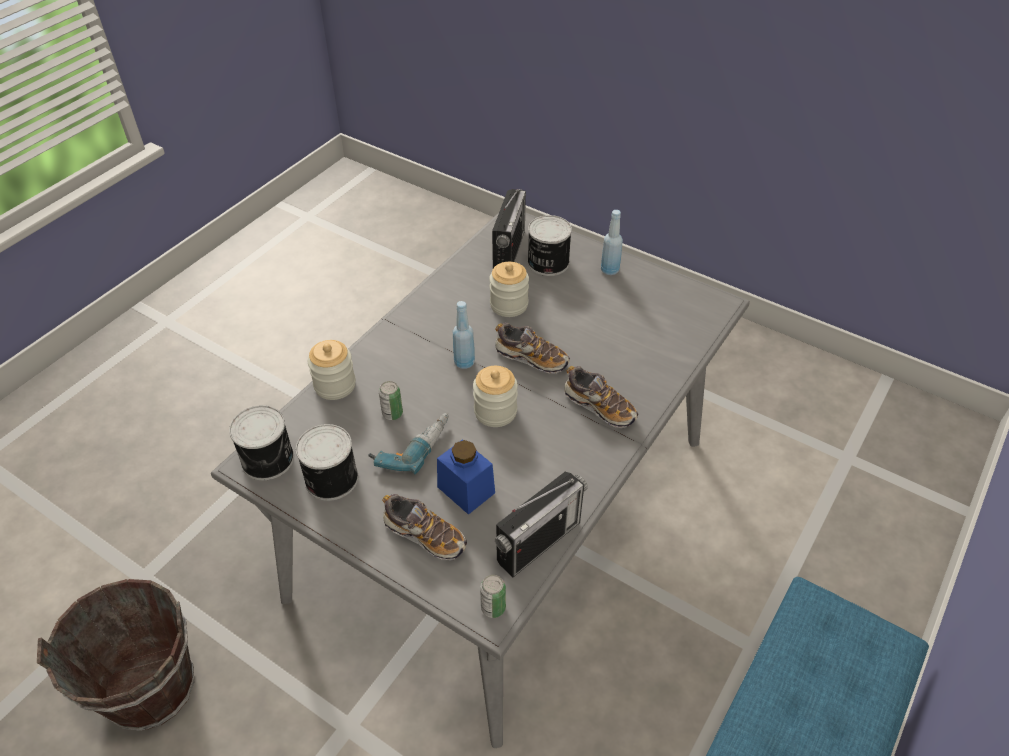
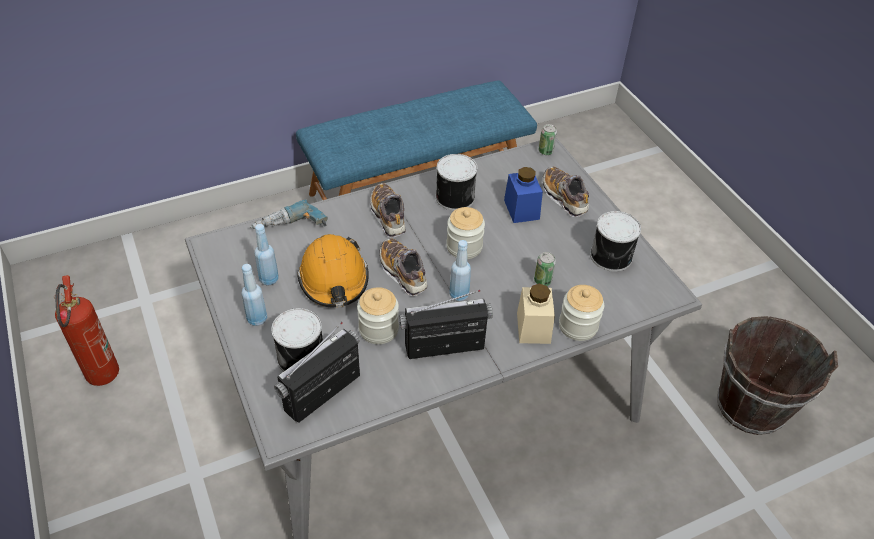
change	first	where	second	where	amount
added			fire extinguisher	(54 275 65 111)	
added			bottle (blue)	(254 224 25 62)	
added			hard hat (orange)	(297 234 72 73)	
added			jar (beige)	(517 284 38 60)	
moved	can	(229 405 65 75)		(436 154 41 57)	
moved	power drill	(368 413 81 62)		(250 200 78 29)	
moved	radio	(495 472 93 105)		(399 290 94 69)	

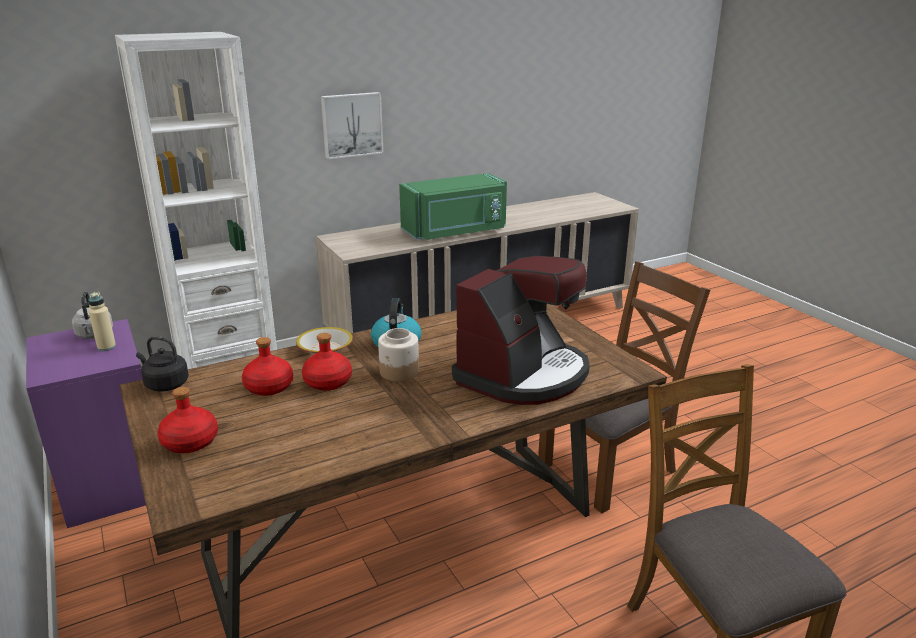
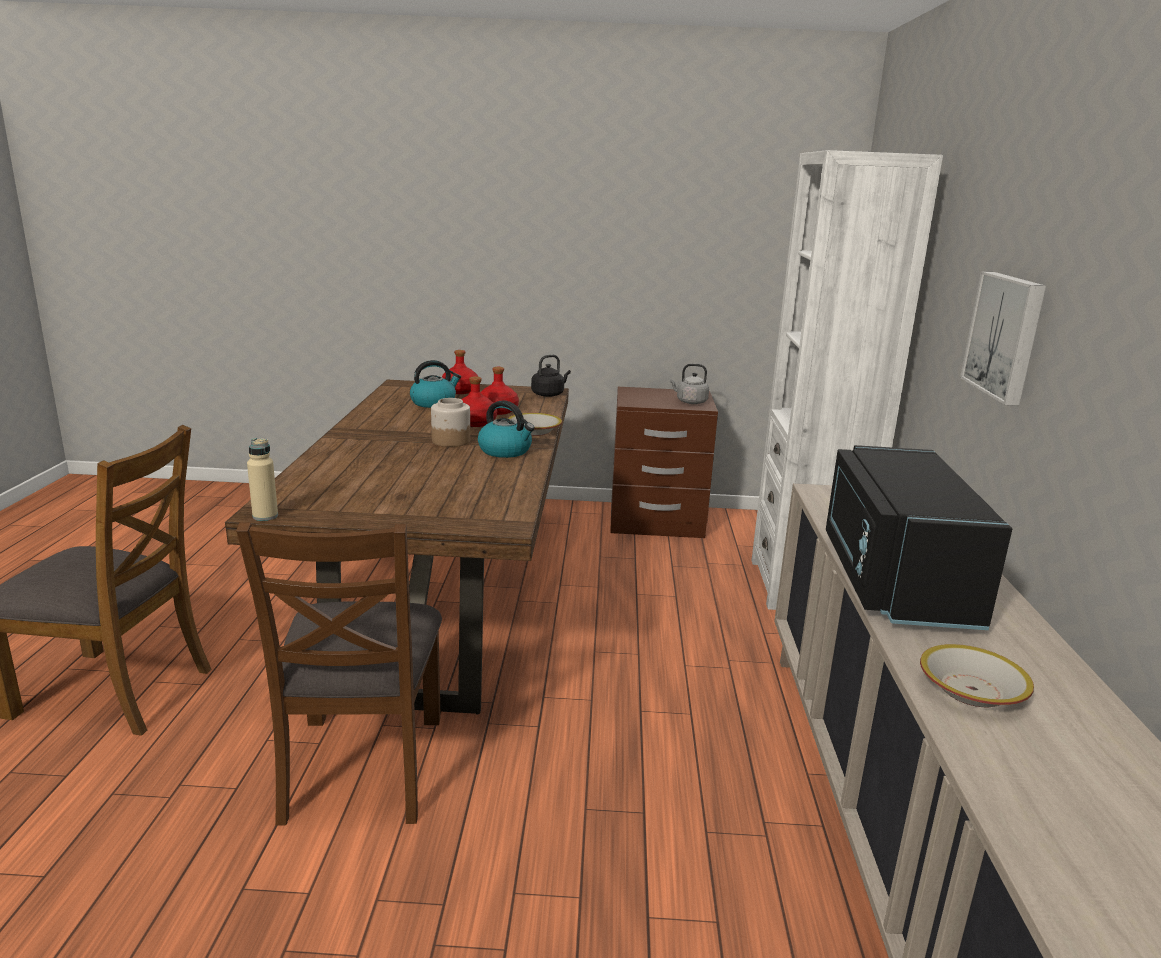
change	first	where	second	where	amount
removed	coffee machine	(452 256 138 149)			
added			kettle	(410 360 51 48)	
added			bowl	(920 644 114 63)	
moved	bottle (beige)	(88 292 28 59)		(247 438 31 83)	
recoloured	nightstand (purple)	(26 319 120 209)	nightstand (brown)	(610 387 108 151)	
recoloured	microwave (green)	(399 173 108 67)	microwave (black)	(826 445 186 185)	

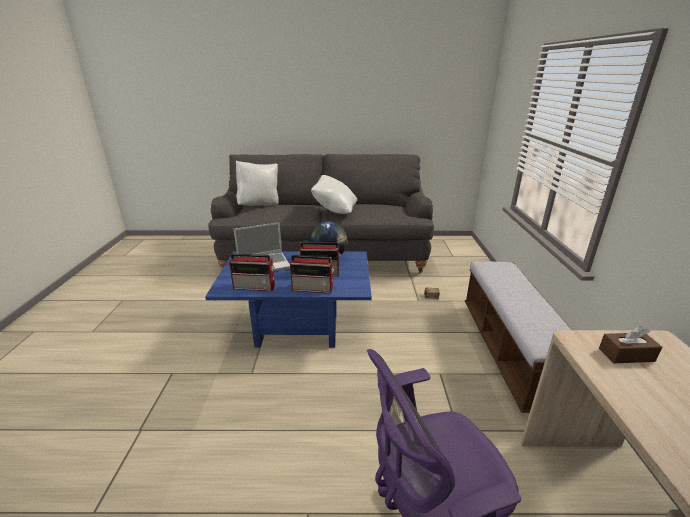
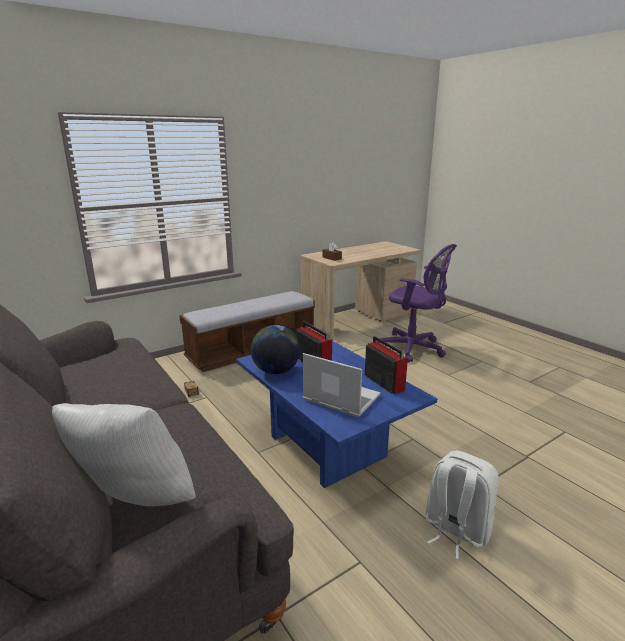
change	first	where	second	where	amount
removed	radio	(290 255 44 38)			
removed	pillow (white)	(311 175 46 39)			
added			backpack (white)	(425 451 74 108)	

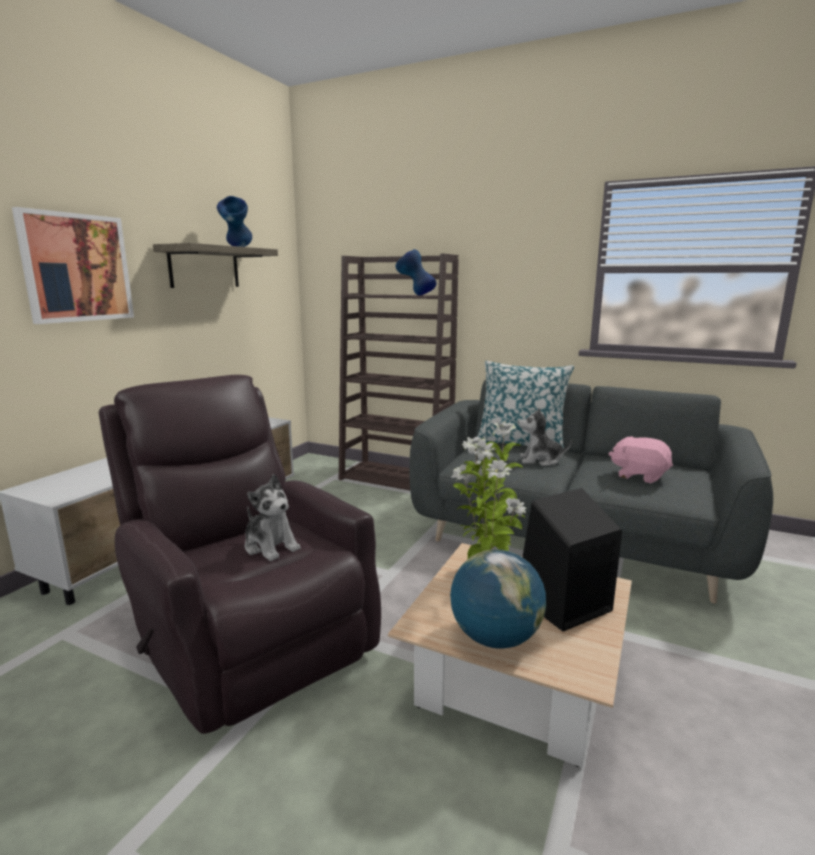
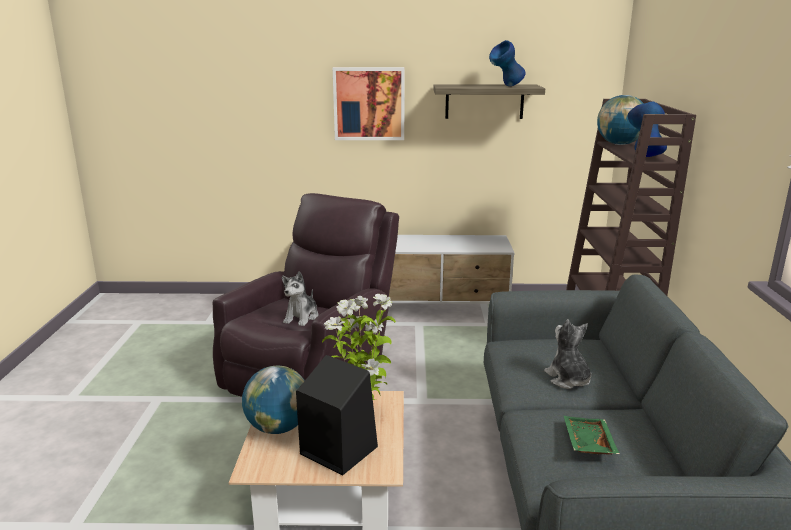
change	first	where	second	where	amount
removed	pillow	(477 361 97 87)			
added			globe	(597 95 47 50)	
replaced	plush toy (pink)	(609 436 64 47)	tray (green)	(564 416 56 39)	

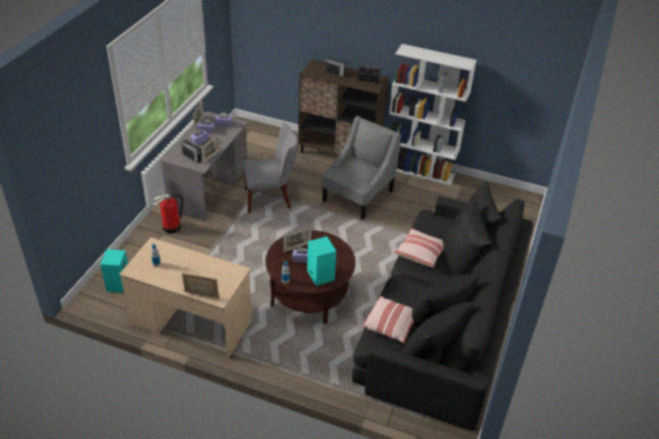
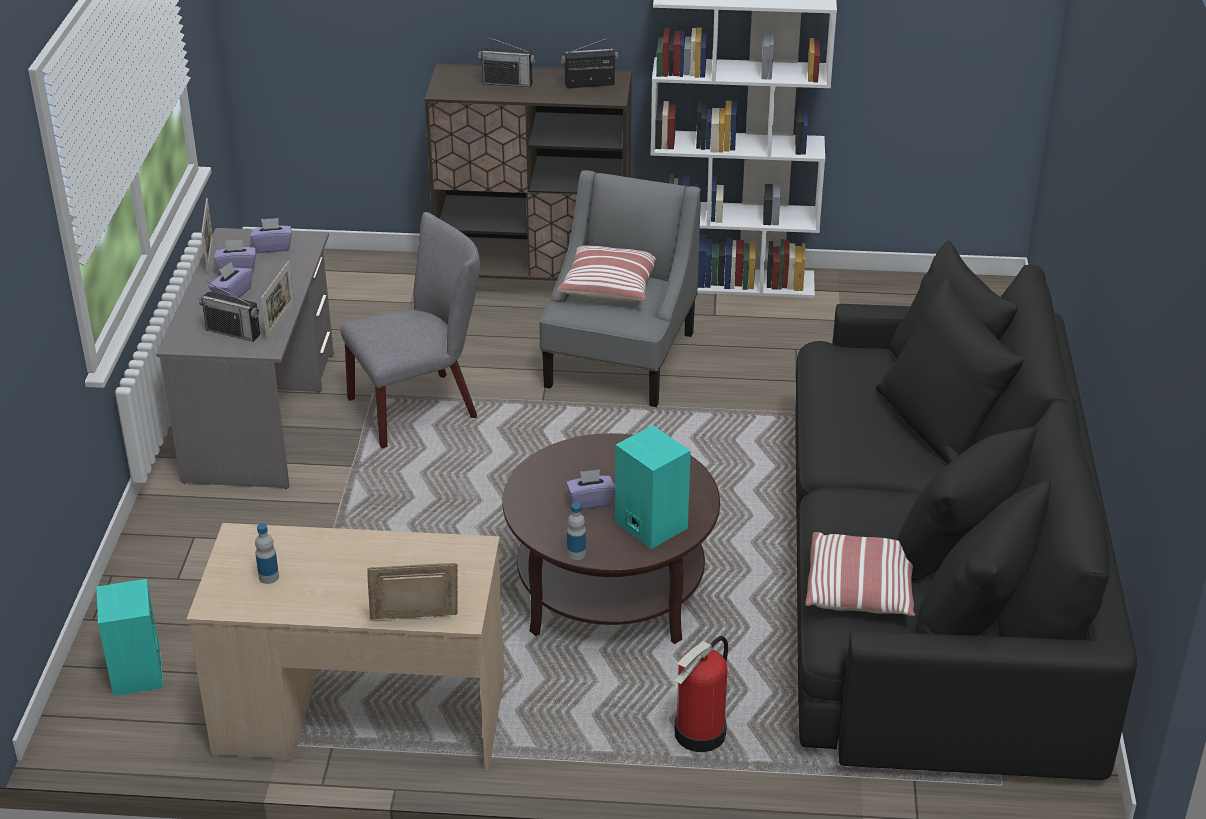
change	first	where	second	where	amount
removed	picture frame	(283 226 29 27)			
moved	fire extinguisher	(153 194 30 40)		(674 636 54 116)	
moved	pillow	(394 228 50 40)		(557 245 99 58)	

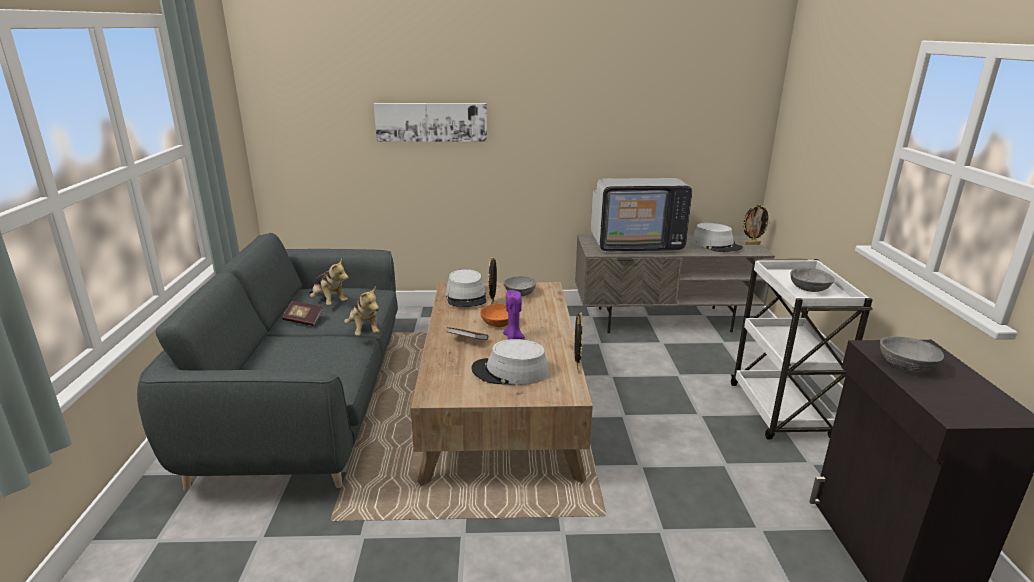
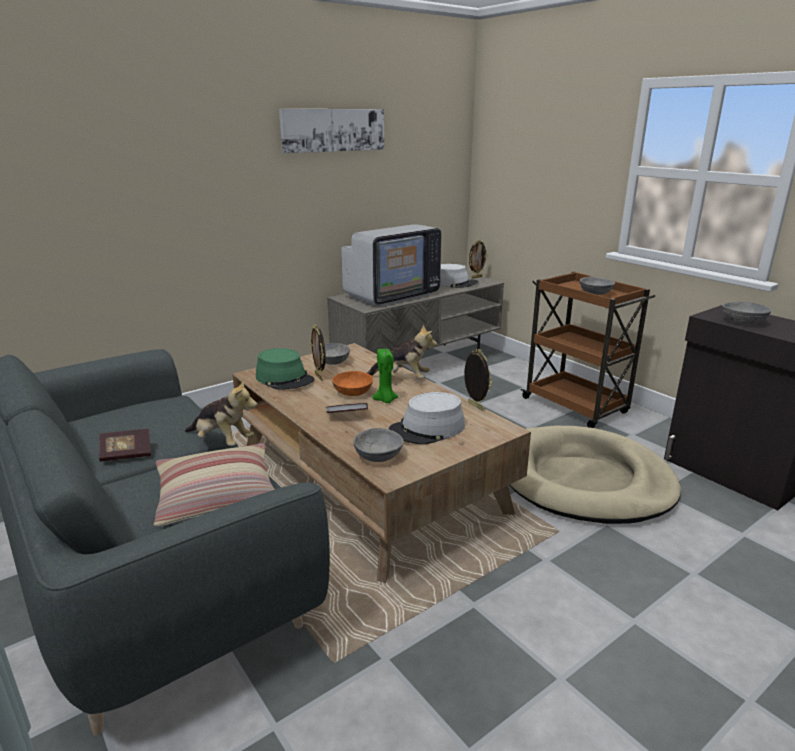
change	first	where	second	where	amount
added			pillow	(154 443 121 83)	
added			bowl (grey)	(353 428 51 34)	
added			dog bed (beige)	(509 426 172 98)	
moved	plush toy	(309 259 40 46)		(367 325 70 54)	
moved	picture	(374 103 113 39)		(279 109 105 44)	
recoloured	hat (grey)	(445 269 42 38)	hat (green)	(256 348 58 42)	
recoloured	candle (purple)	(503 290 22 50)	candle (green)	(372 349 27 54)	
recoloured	cart (white)	(731 259 142 181)	cart (brown)	(521 272 134 156)	

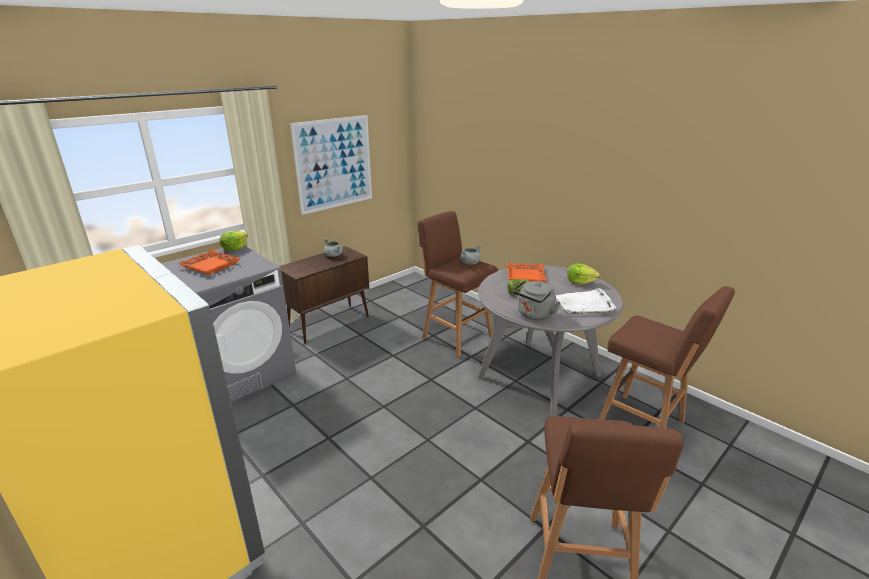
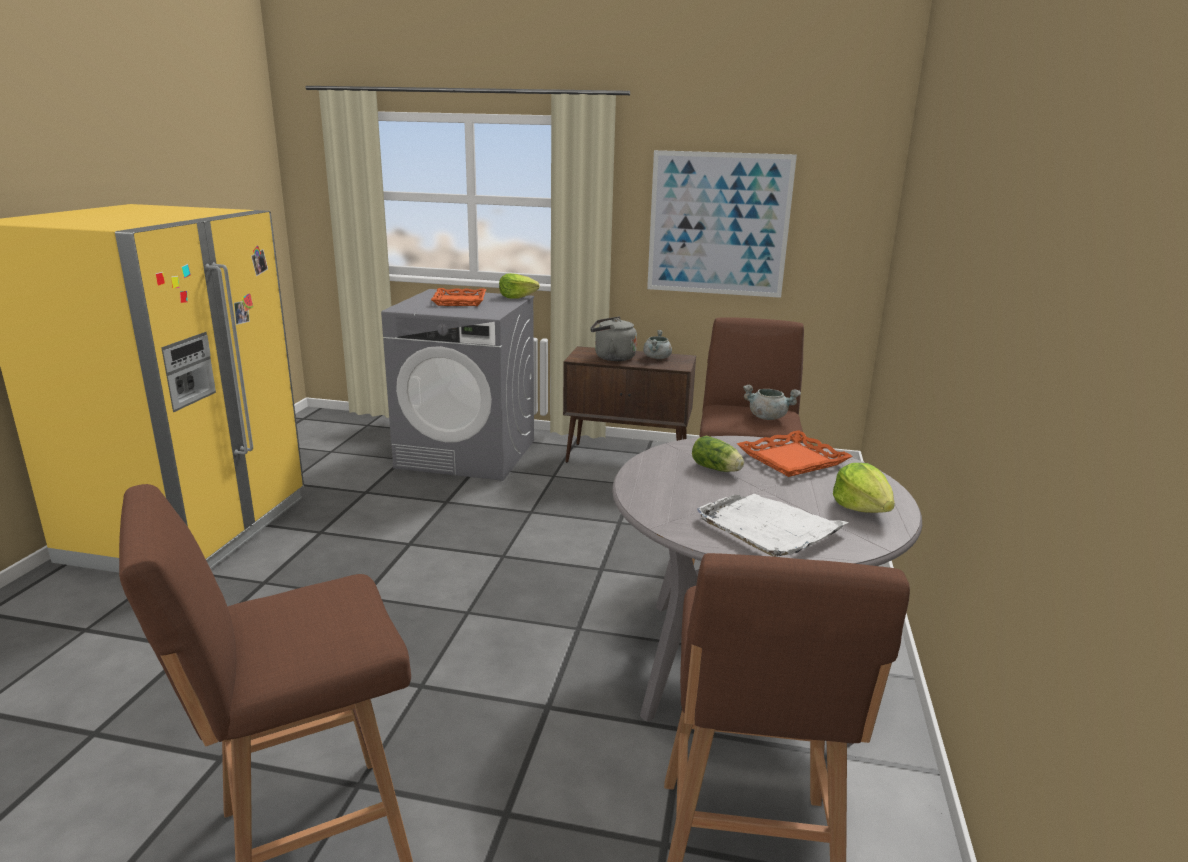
change	first	where	second	where	amount
moved	kettle (grey)	(513 280 48 40)		(590 317 47 44)	

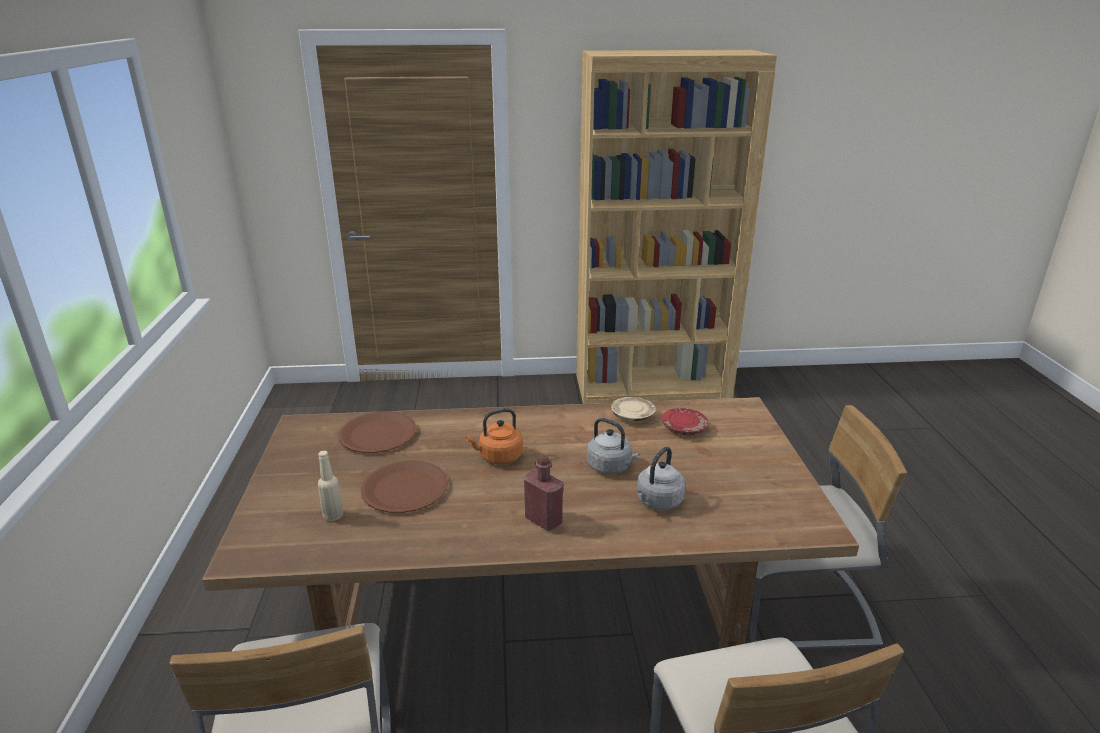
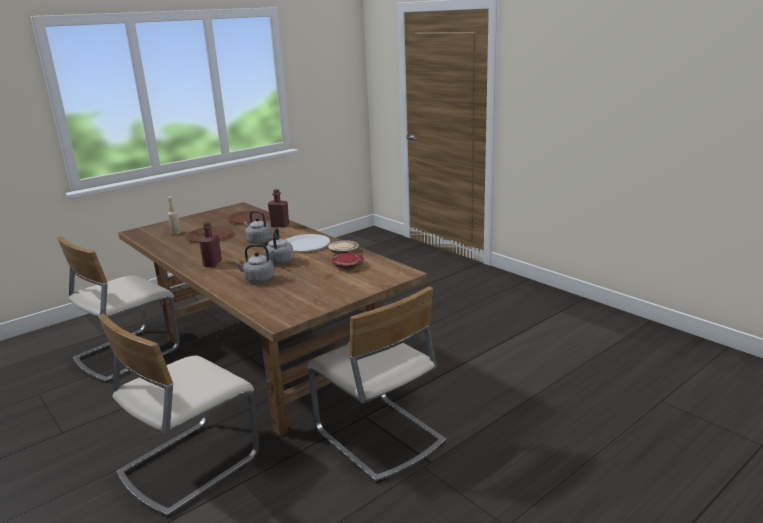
change	first	where	second	where	amount
removed	bookcase (brown)	(576 50 201 354)			
added			bottle (red)	(268 189 21 39)	
added			plate (white)	(285 234 45 18)	
recoloured	kettle (orange)	(466 408 57 56)	kettle (grey)	(244 211 28 33)	

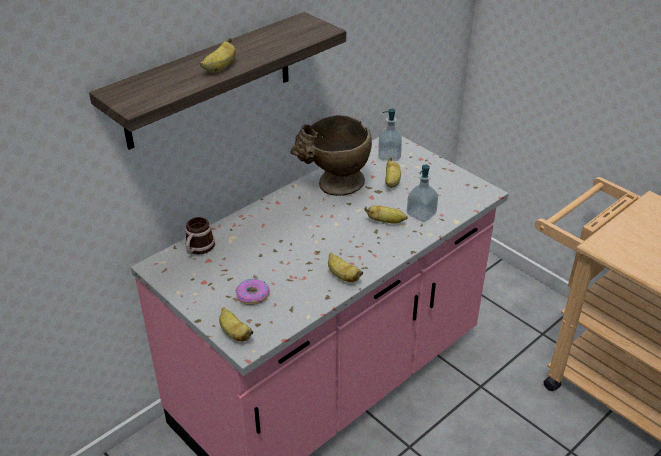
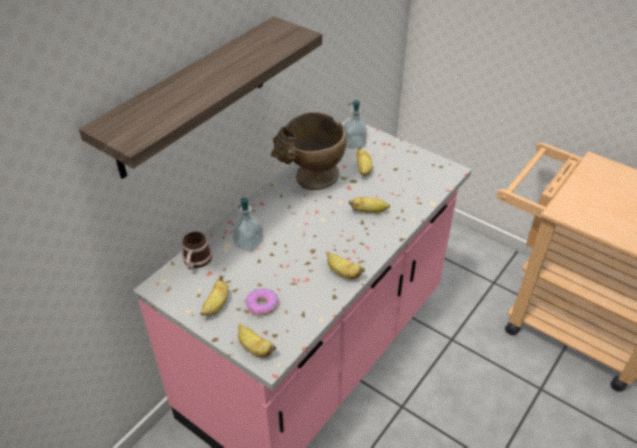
change	first	where	second	where	amount
moved	banana	(200 38 36 35)		(200 276 29 40)	
moved	soap dispenser	(407 165 31 57)		(232 197 32 55)	

